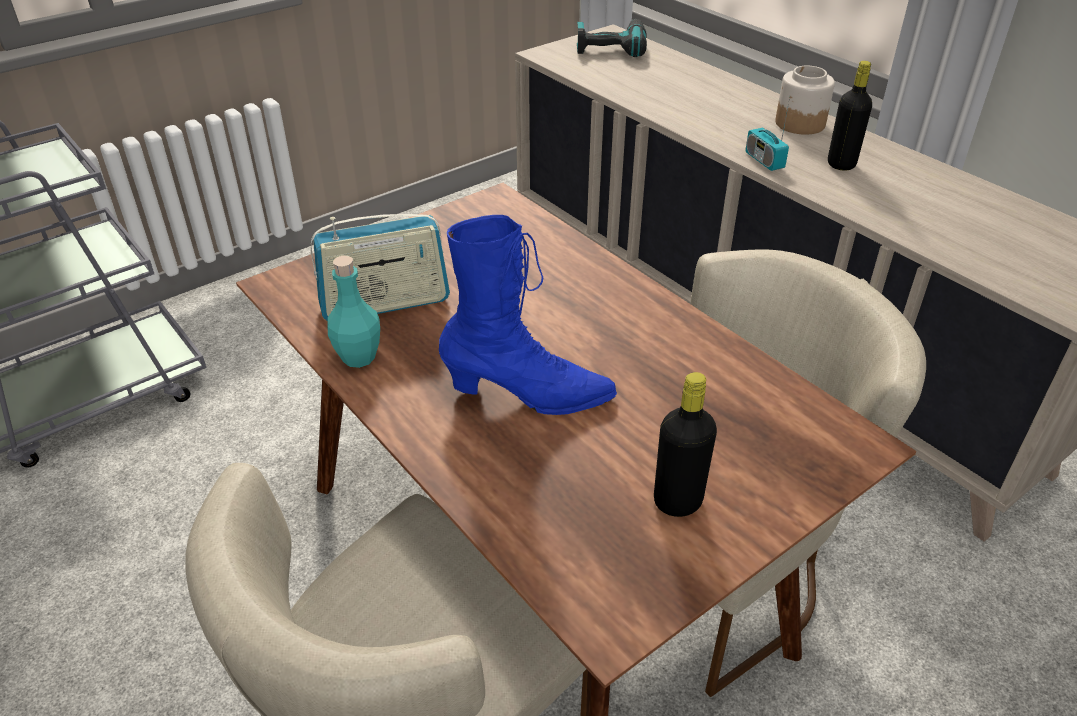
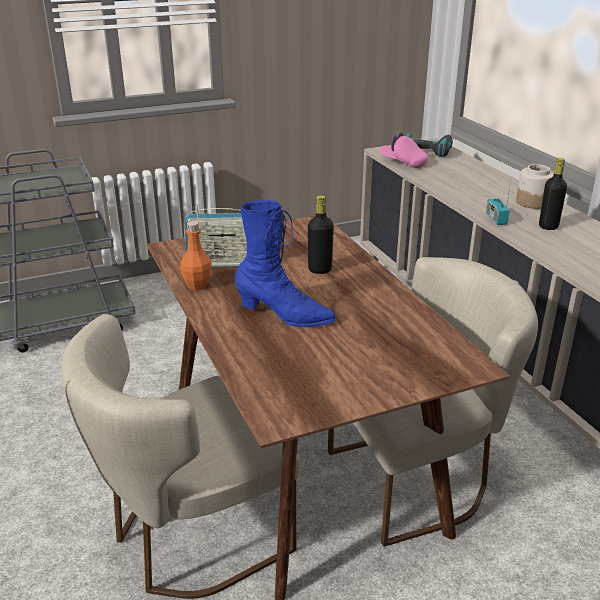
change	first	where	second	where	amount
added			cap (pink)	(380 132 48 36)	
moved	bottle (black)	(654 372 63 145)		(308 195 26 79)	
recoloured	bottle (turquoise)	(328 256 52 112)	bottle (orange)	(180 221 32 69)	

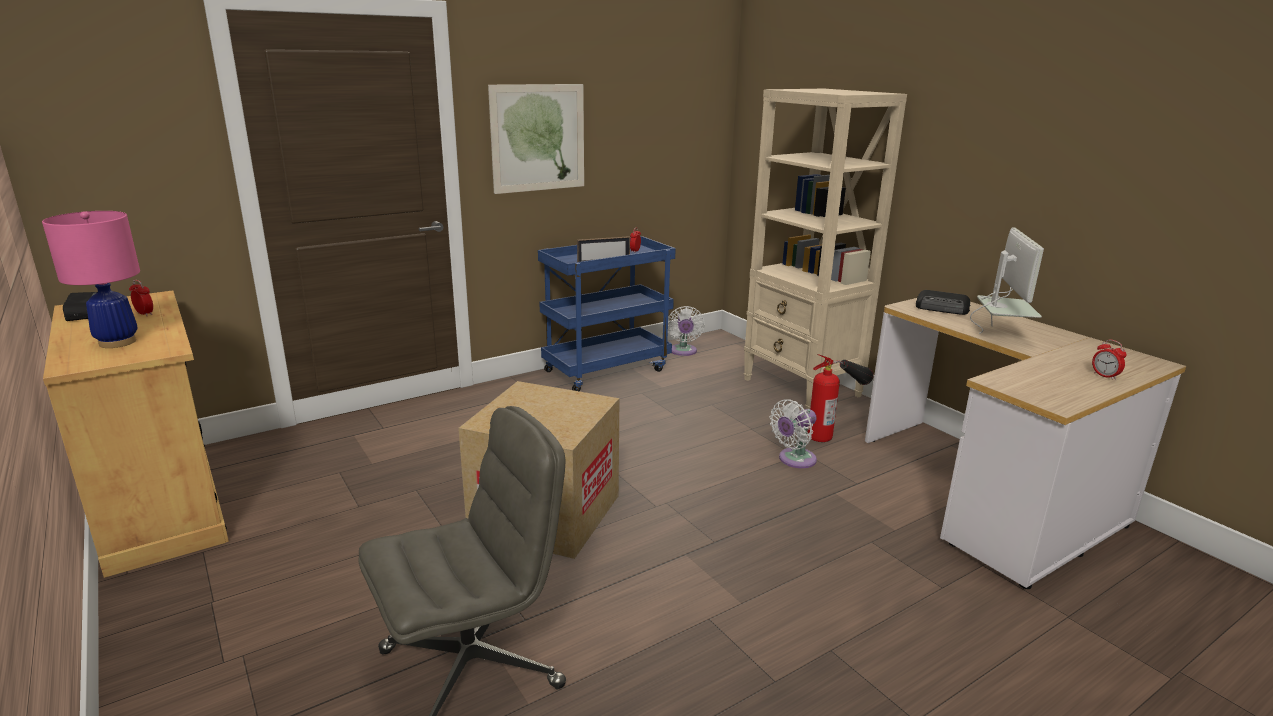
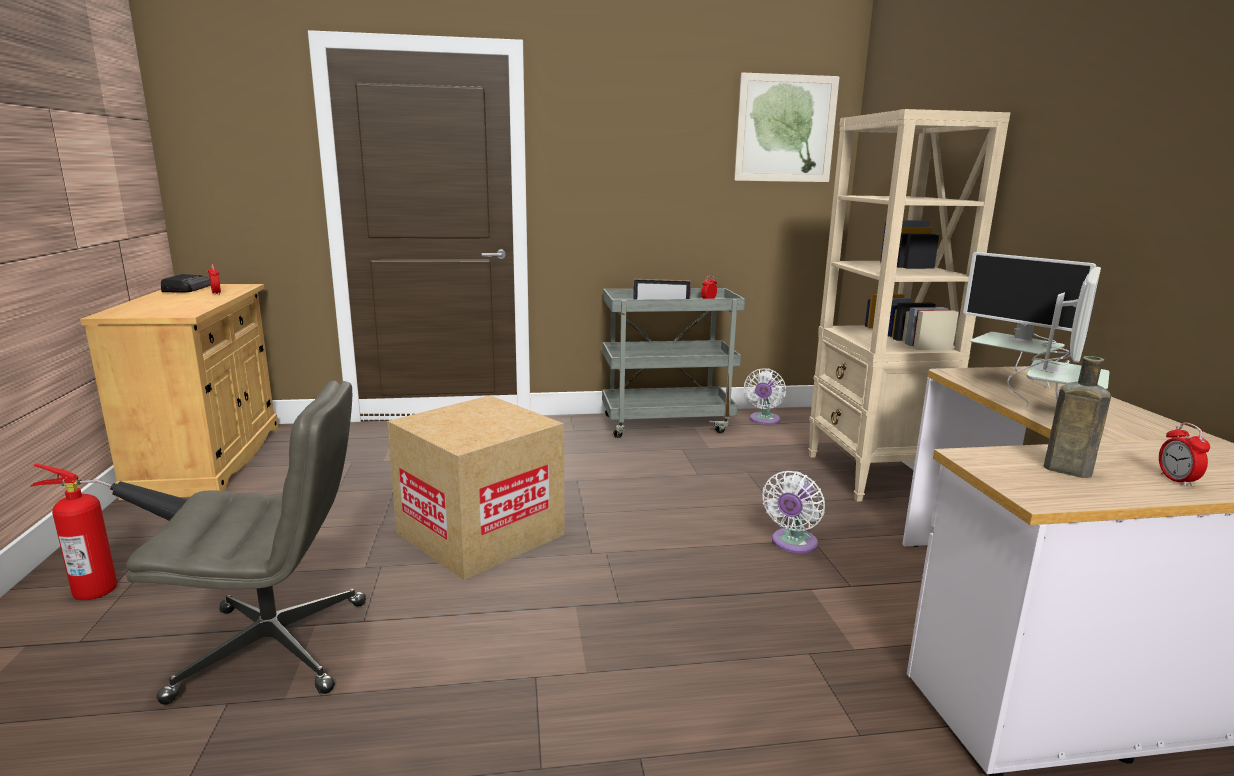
change	first	where	second	where	amount
removed	table lamp (pink)	(42 211 98 137)			
added			bottle (brown)	(1044 356 67 122)	
moved	picture	(488 84 96 110)		(734 72 106 110)	
moved	fire extinguisher	(808 354 66 88)		(30 463 158 137)	
replaced	radio	(916 290 54 25)	monitor	(963 252 133 136)	
recoloured	cart (blue)	(538 236 138 155)	cart (grey)	(602 288 143 150)	
turned	fan (white)	(770 399 47 69)		(762 471 63 83)	45 degrees counterclockwise

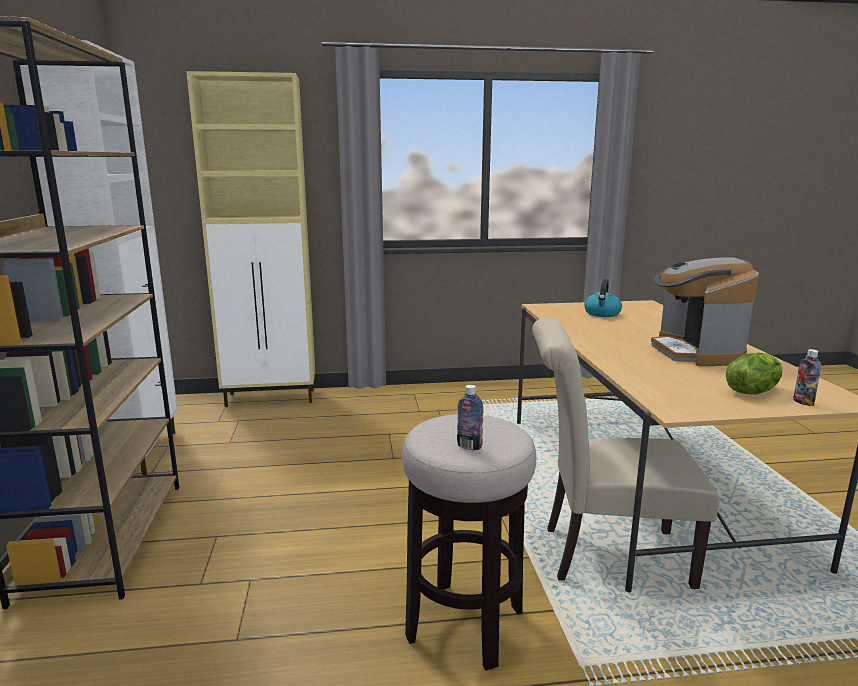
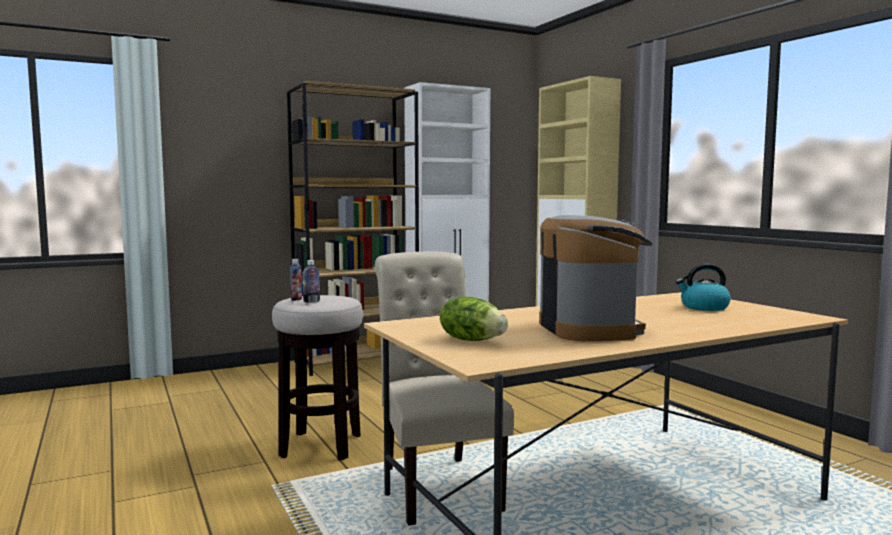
change	first	where	second	where	amount
moved	bottle	(793 349 28 57)		(303 260 17 43)	
turned	coffee machine	(651 257 108 109)		(539 215 113 126)	105 degrees clockwise

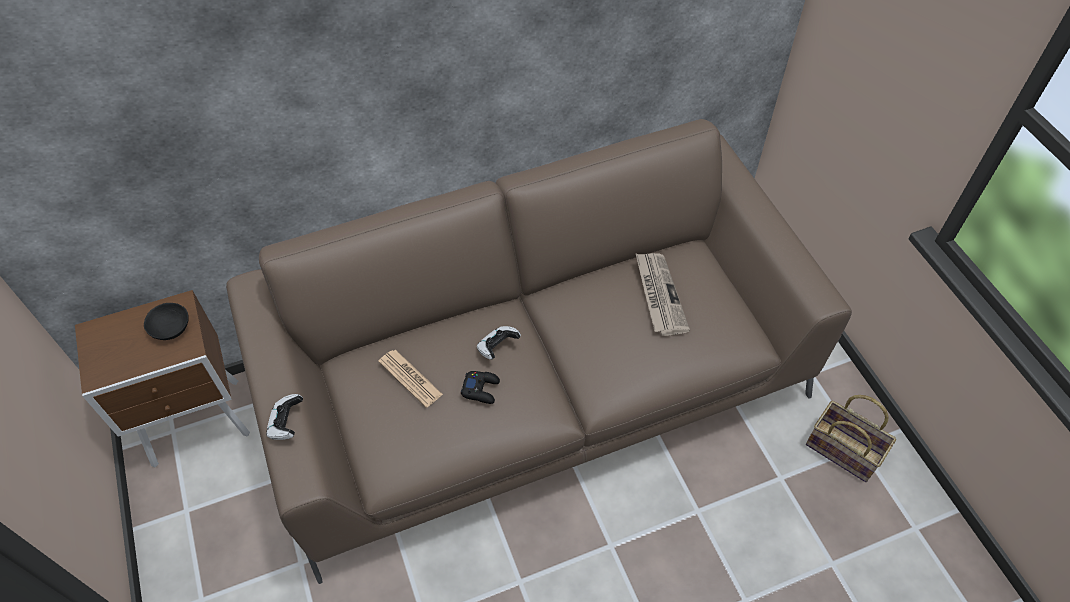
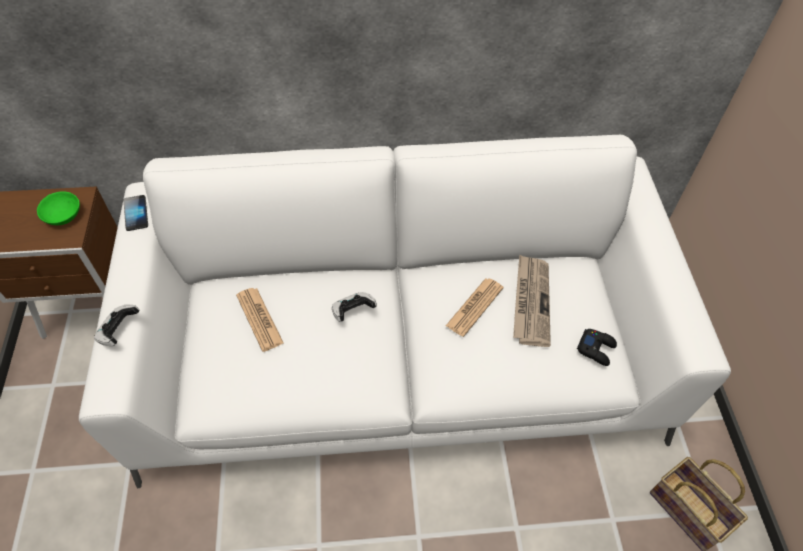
change	first	where	second	where	amount
added			phone	(124 195 24 36)	
added			newspaper	(446 278 58 59)	
moved	game controller (black)	(461 371 39 33)		(577 329 40 37)	
recoloured	bowl (black)	(144 303 45 37)	bowl (green)	(37 191 43 34)	
recoloured	sofa (brown)	(226 119 626 465)	sofa (white)	(79 135 652 353)	

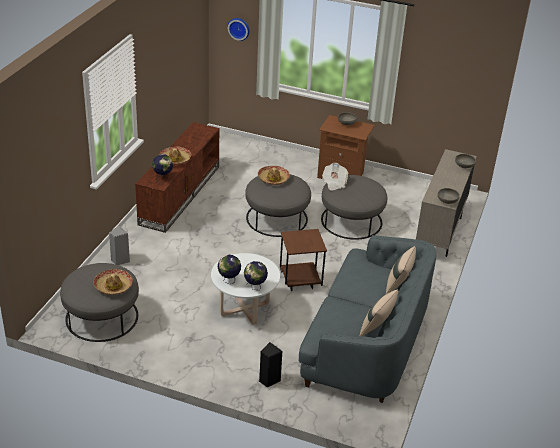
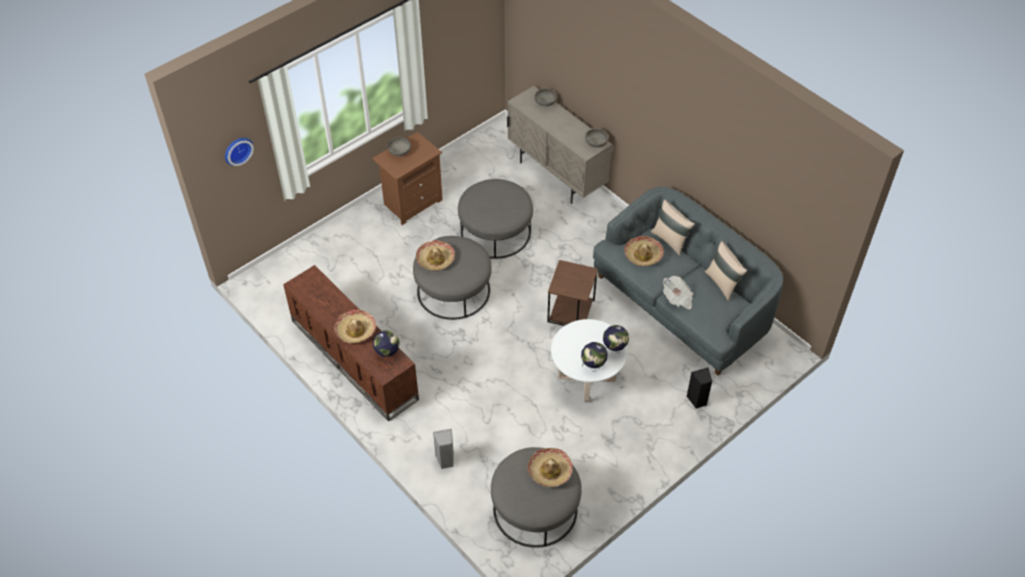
change	first	where	second	where	amount
added			hat	(624 236 40 30)	
moved	newspaper	(322 163 26 27)		(663 276 30 33)	

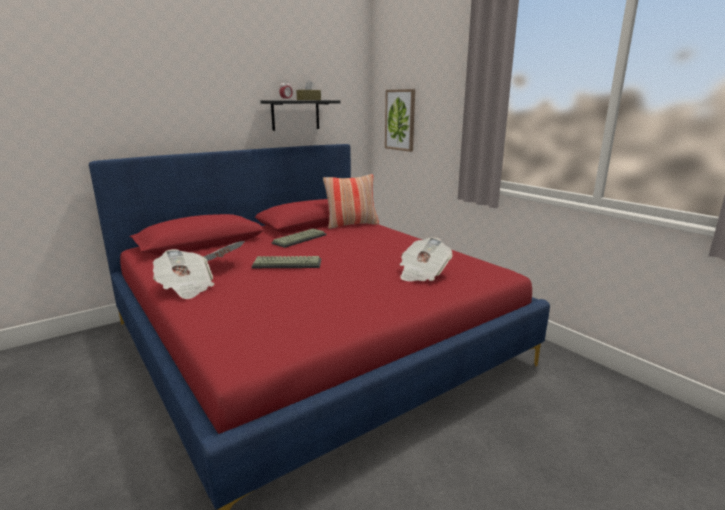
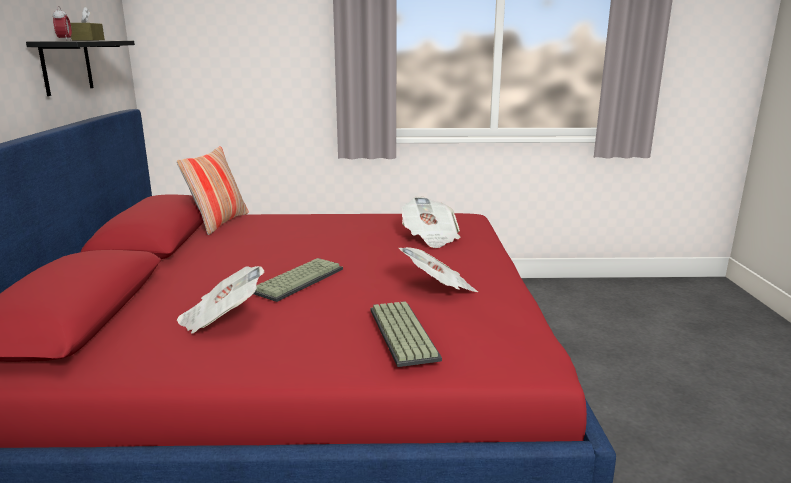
change	first	where	second	where	amount
removed	picture	(385 89 30 63)			
moved	newspaper	(153 249 61 50)		(399 247 80 45)	
moved	keyboard	(271 229 56 19)		(370 301 72 66)	

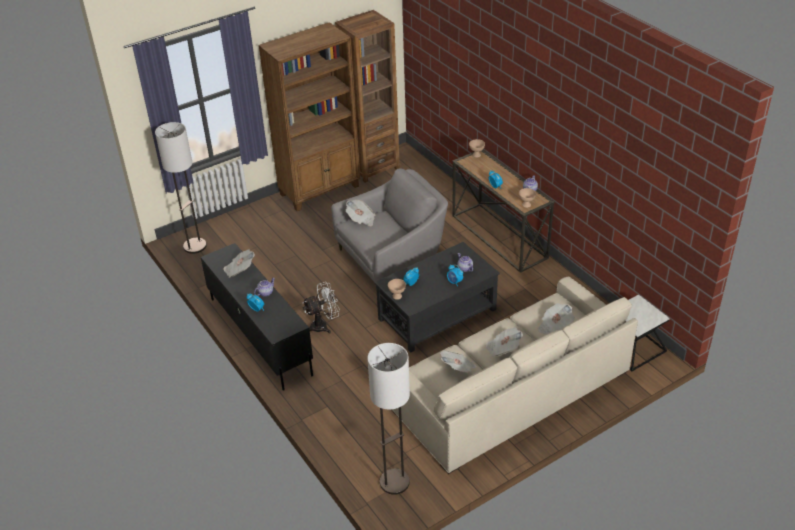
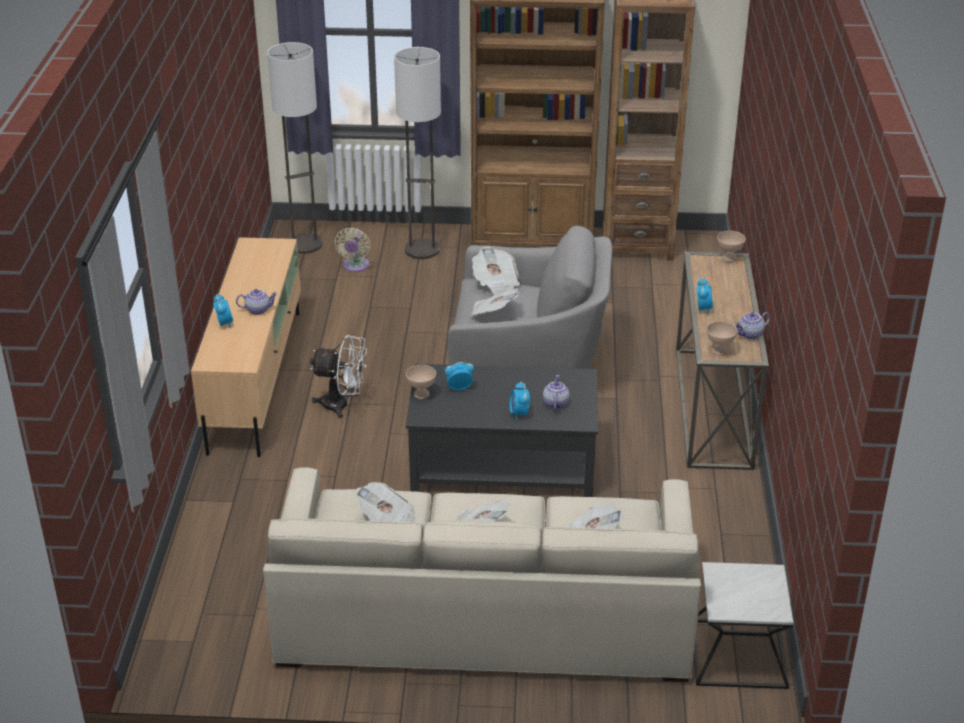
change	first	where	second	where	amount
added			fan (beige)	(334 228 36 44)	
moved	newspaper	(223 249 32 29)		(470 288 49 28)	
moved	floor lamp	(367 343 43 152)		(394 47 47 212)	
recoloured	tv stand (black)	(201 243 112 147)	tv stand (beige)	(191 237 110 220)	

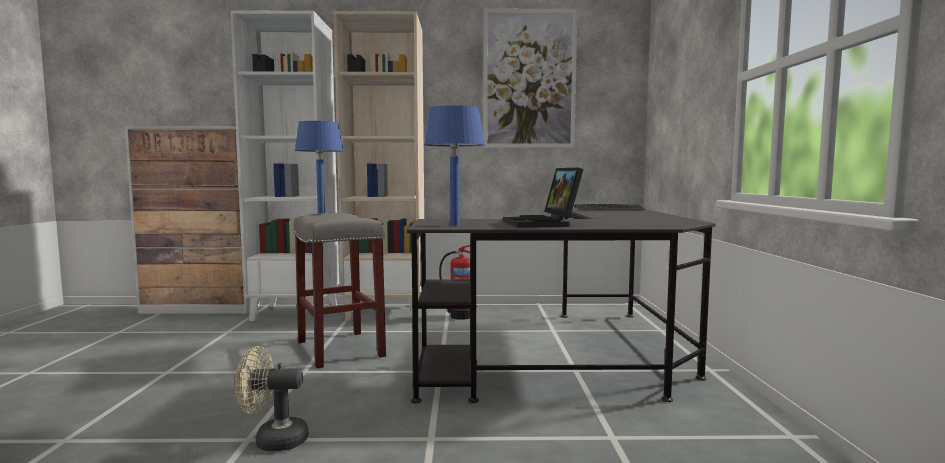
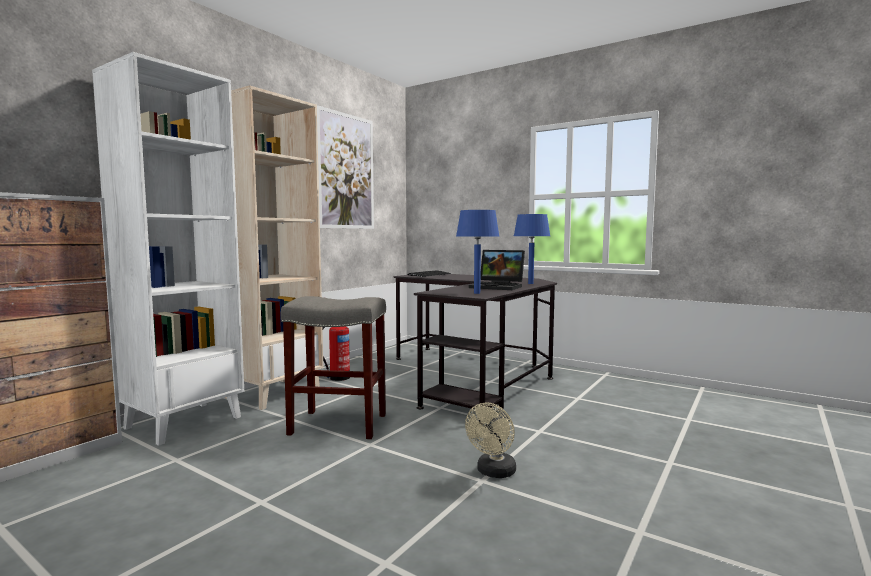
change	first	where	second	where	amount
moved	table lamp (blue)	(294 121 50 93)		(514 214 36 70)	

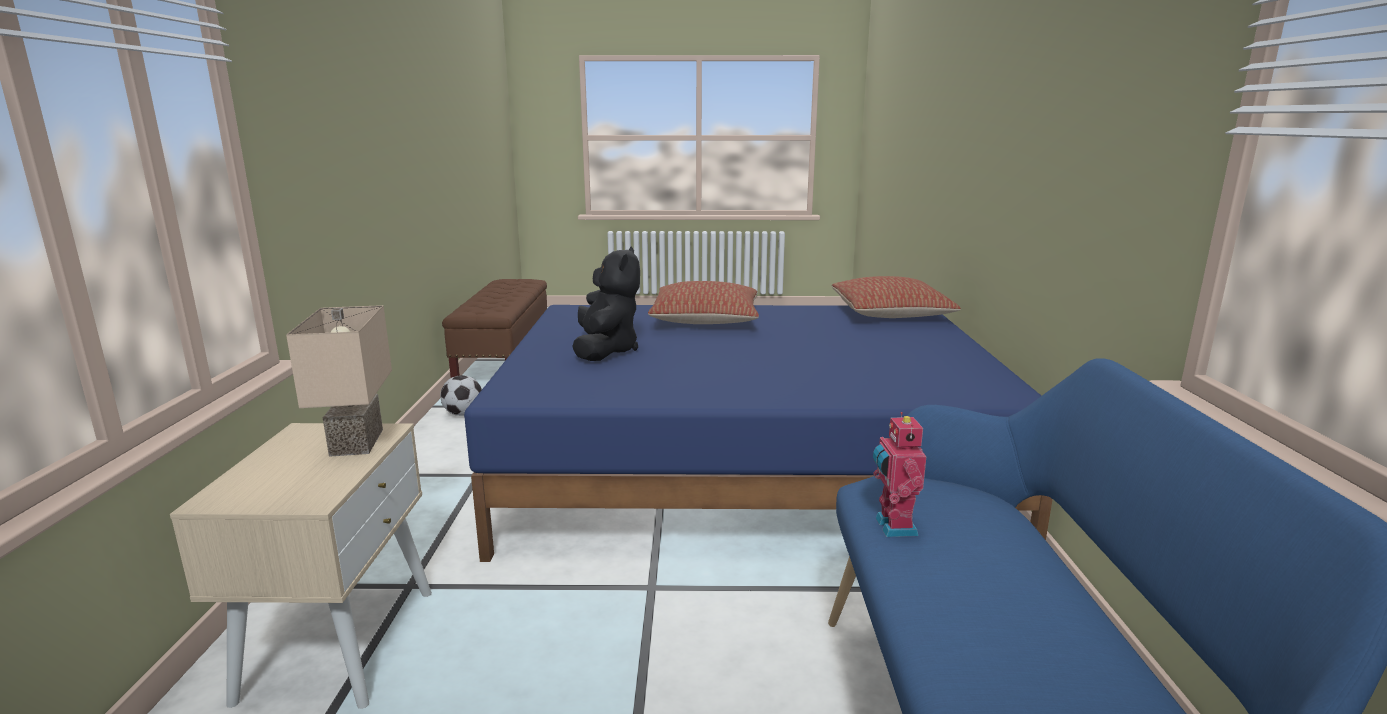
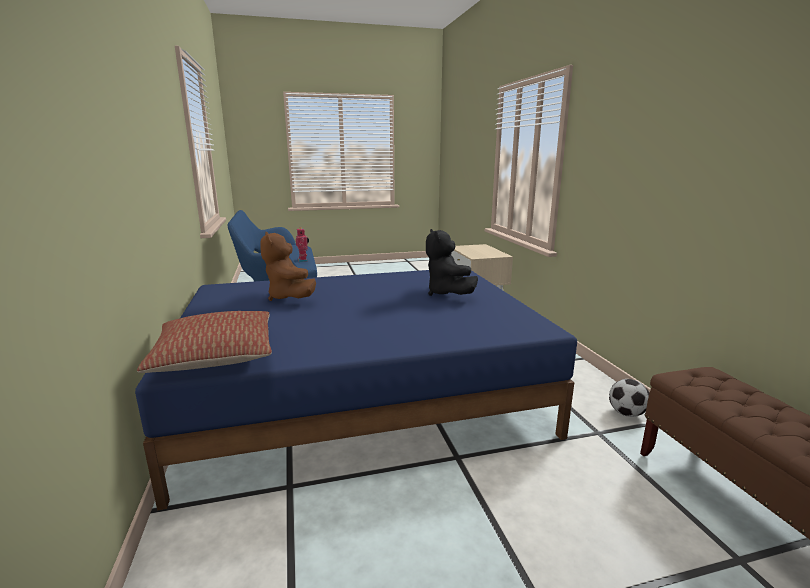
change	first	where	second	where	amount
removed	table lamp (beige)	(286 305 106 152)			
removed	pillow	(648 281 111 43)			
added			plush toy (brown)	(260 232 56 69)	

